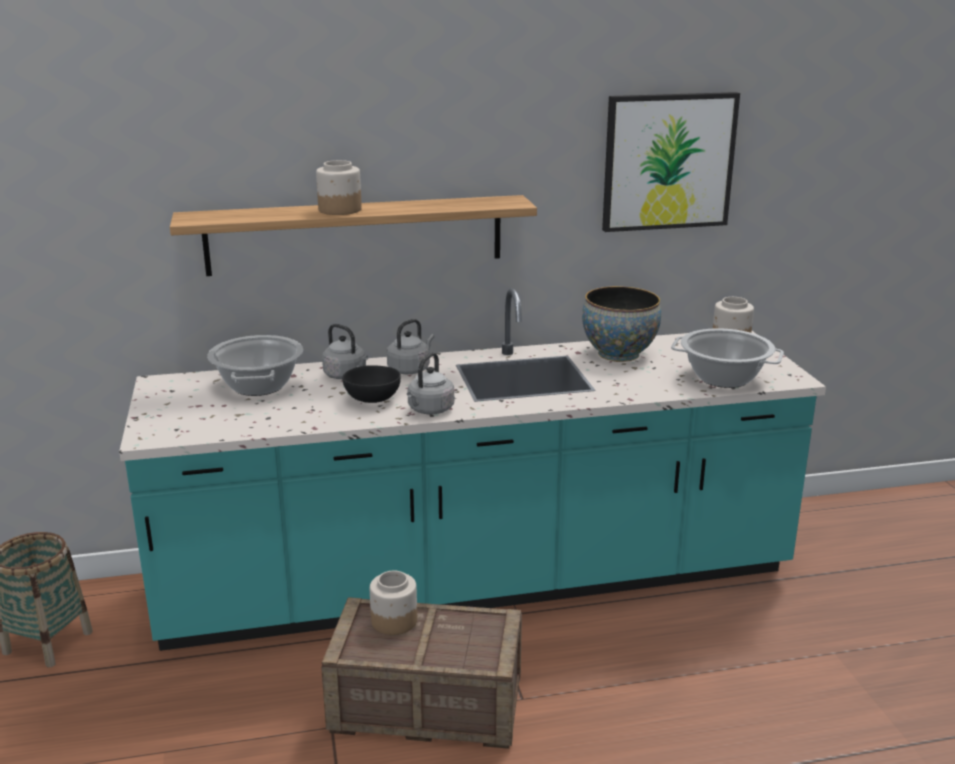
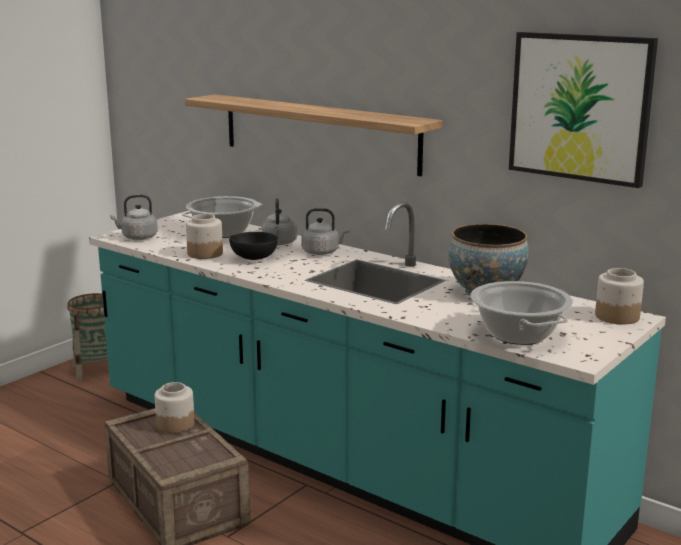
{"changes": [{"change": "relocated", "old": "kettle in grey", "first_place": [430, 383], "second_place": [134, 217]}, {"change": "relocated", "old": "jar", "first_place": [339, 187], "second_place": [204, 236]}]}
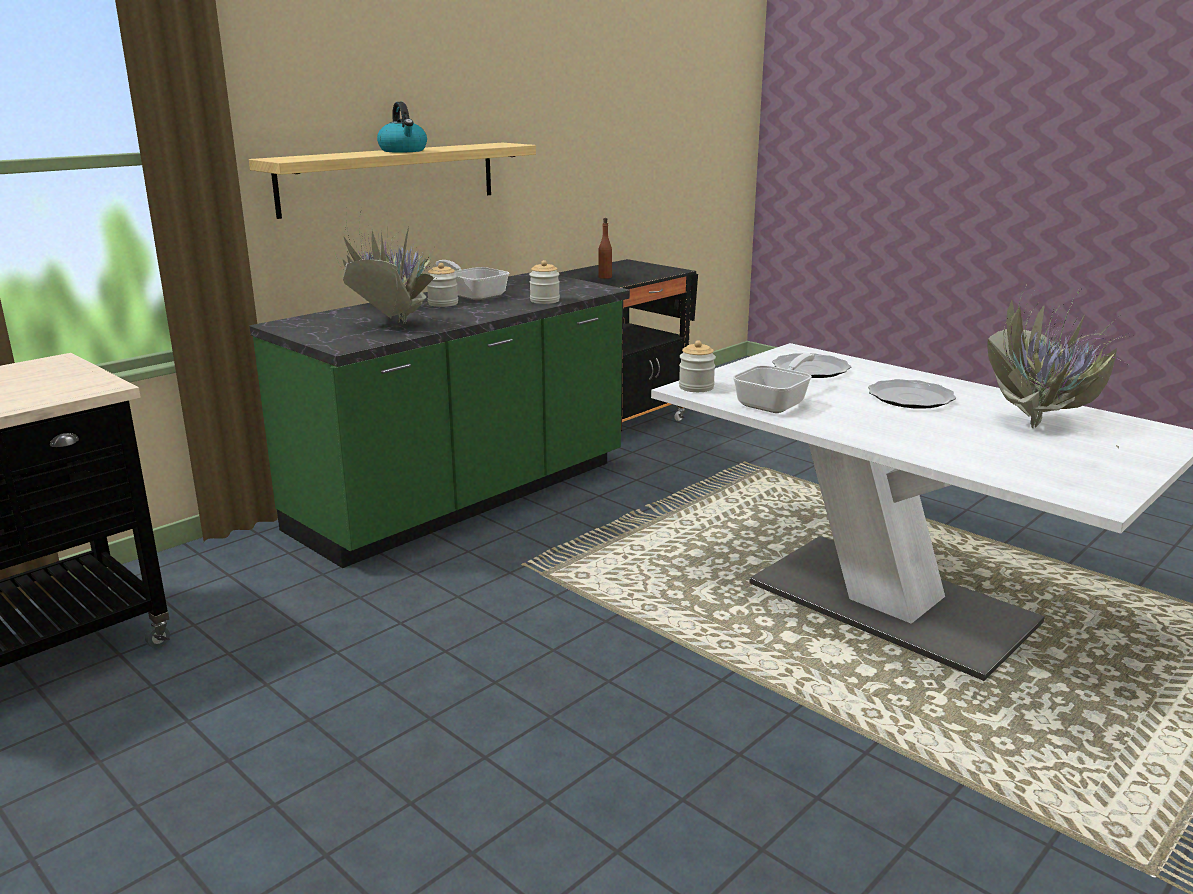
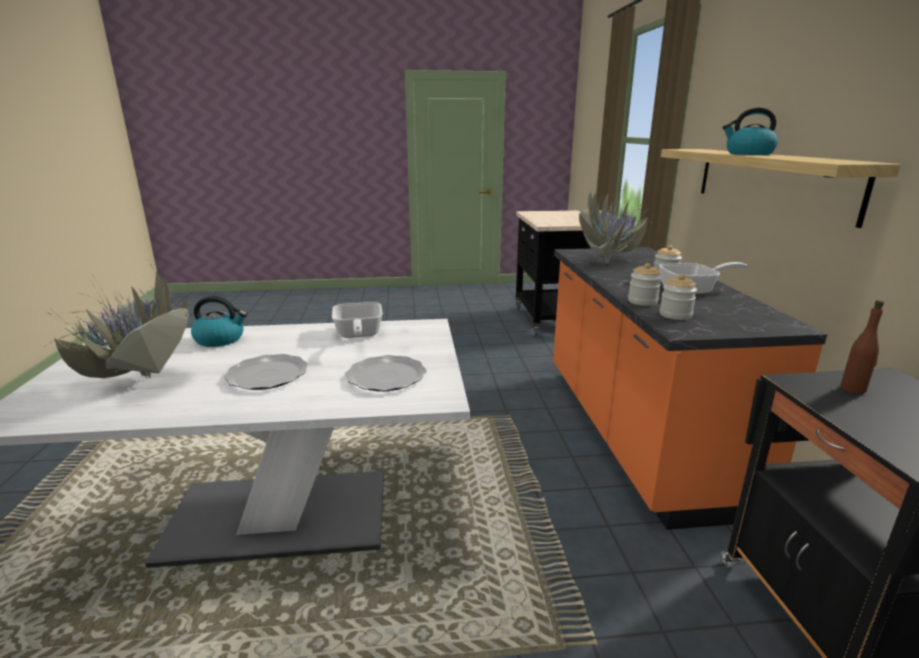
{"changes": [{"change": "appeared", "new": "kettle", "second_place": [219, 321]}, {"change": "colour", "old": "counter in green", "new": "counter in orange", "first_place": [440, 420], "second_place": [690, 388]}, {"change": "relocated", "old": "jar", "first_place": [697, 366], "second_place": [678, 297]}]}
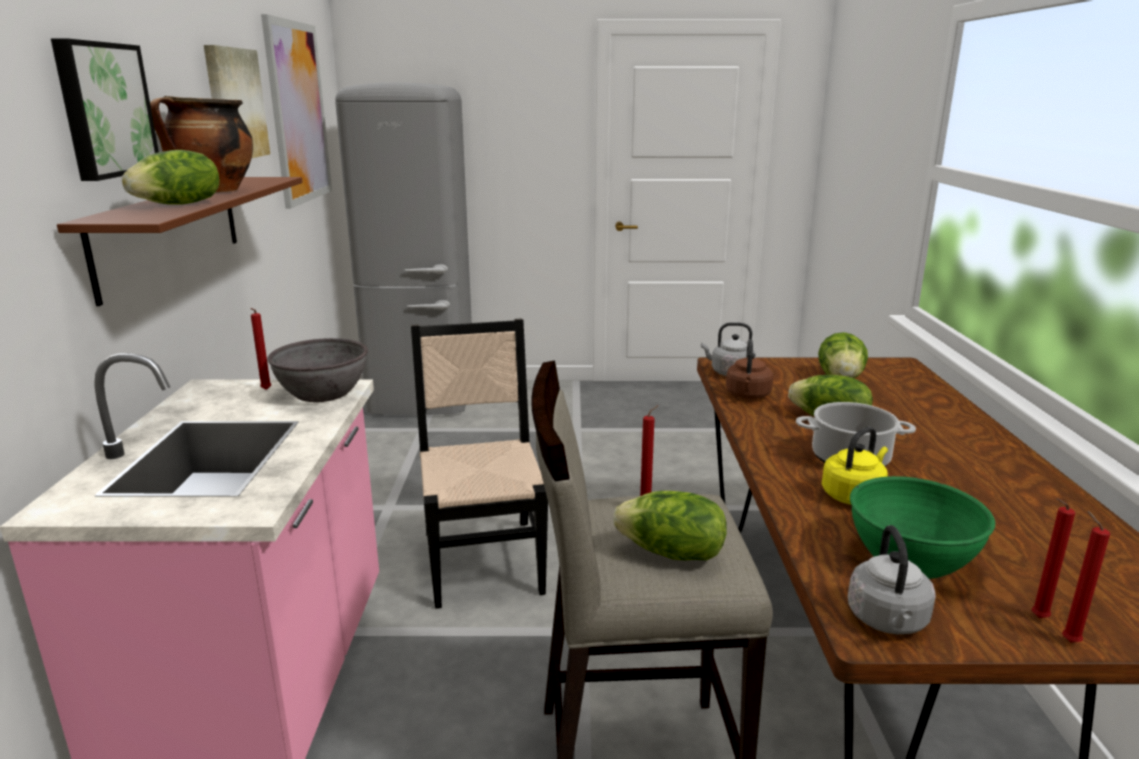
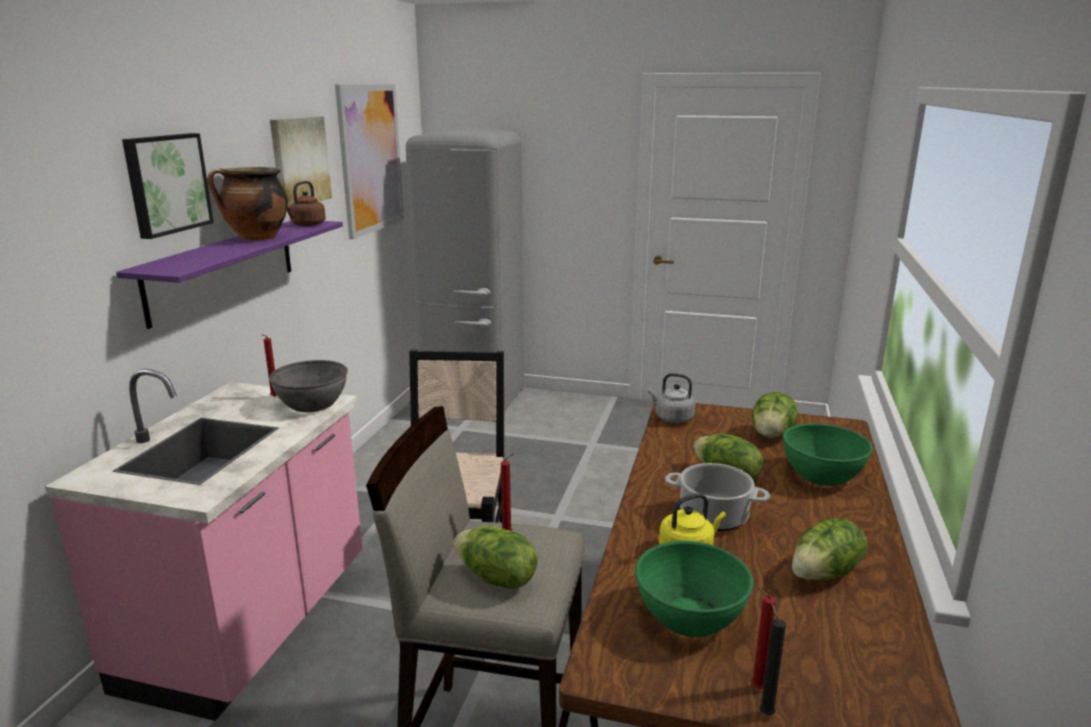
{"changes": [{"change": "colour", "old": "shelf in brown", "new": "shelf in purple", "first_place": [180, 241], "second_place": [229, 275]}, {"change": "relocated", "old": "kettle in brown", "first_place": [750, 369], "second_place": [306, 203]}, {"change": "colour", "old": "candle in red", "new": "candle in black", "first_place": [1086, 577], "second_place": [772, 659]}, {"change": "appeared", "new": "bowl in green", "second_place": [828, 454]}, {"change": "relocated", "old": "lettuce", "first_place": [170, 177], "second_place": [830, 549]}, {"change": "missing", "old": "kettle in grey", "first_place": [892, 579]}]}
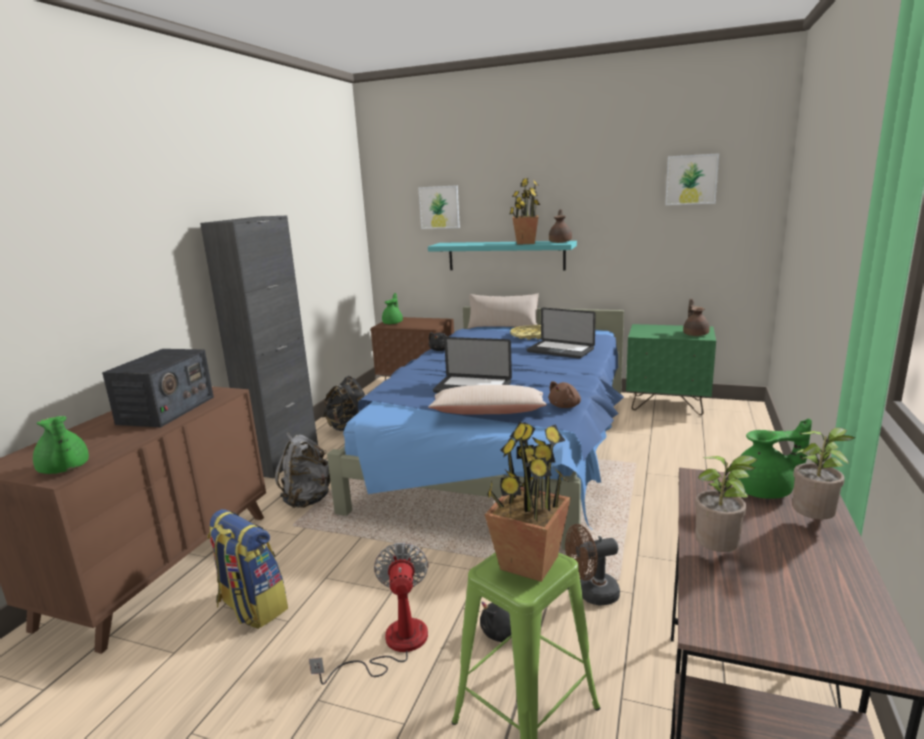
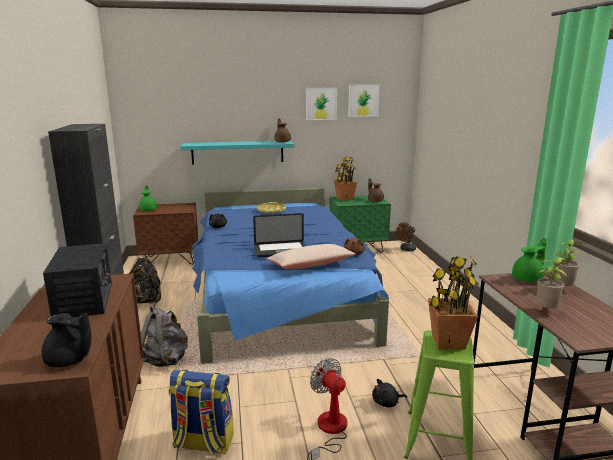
{"changes": [{"change": "colour", "old": "teapot in green", "new": "teapot in black", "first_place": [61, 445], "second_place": [67, 339]}, {"change": "relocated", "old": "picture", "first_place": [439, 207], "second_place": [321, 104]}, {"change": "relocated", "old": "potted plant", "first_place": [525, 211], "second_place": [345, 179]}, {"change": "relocated", "old": "fan in brown", "first_place": [592, 565], "second_place": [406, 236]}, {"change": "missing", "old": "pillow in beige", "first_place": [503, 310]}, {"change": "missing", "old": "laptop", "first_place": [561, 333]}]}
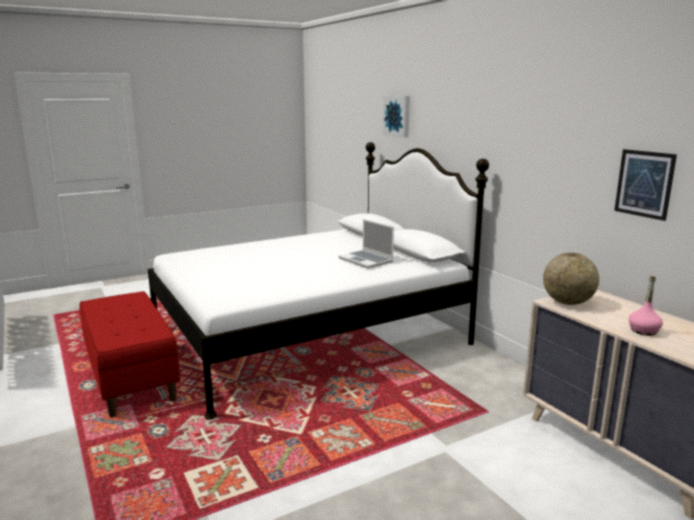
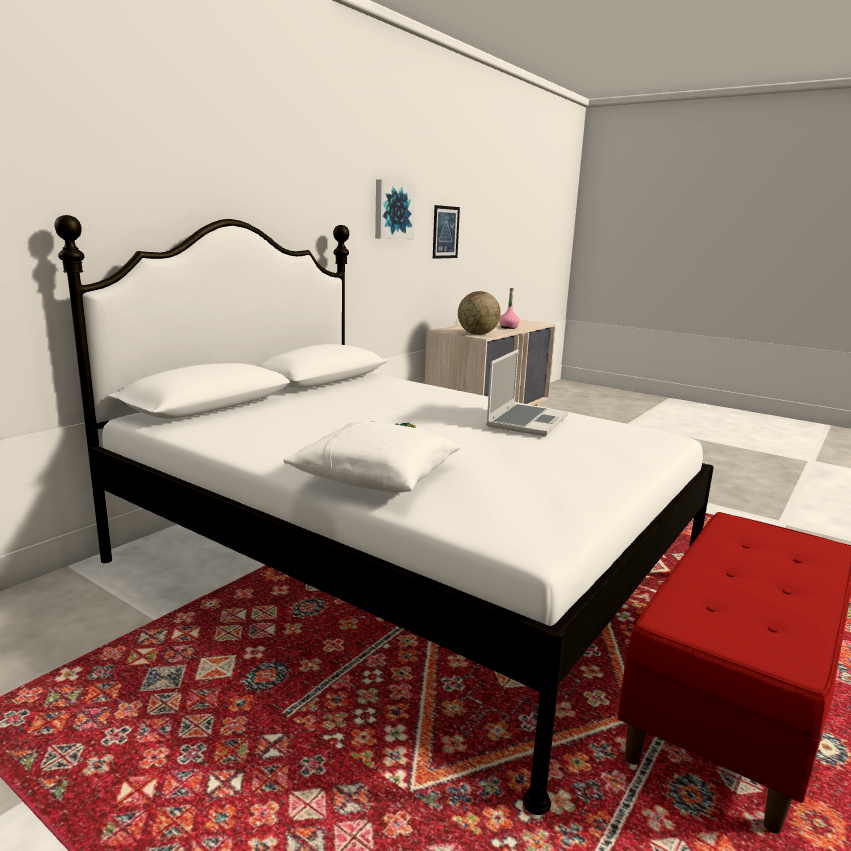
{"changes": [{"change": "appeared", "new": "pillow in white", "second_place": [371, 457]}, {"change": "relocated", "old": "picture", "first_place": [396, 116], "second_place": [395, 209]}, {"change": "relocated", "old": "laptop", "first_place": [366, 243], "second_place": [527, 392]}]}
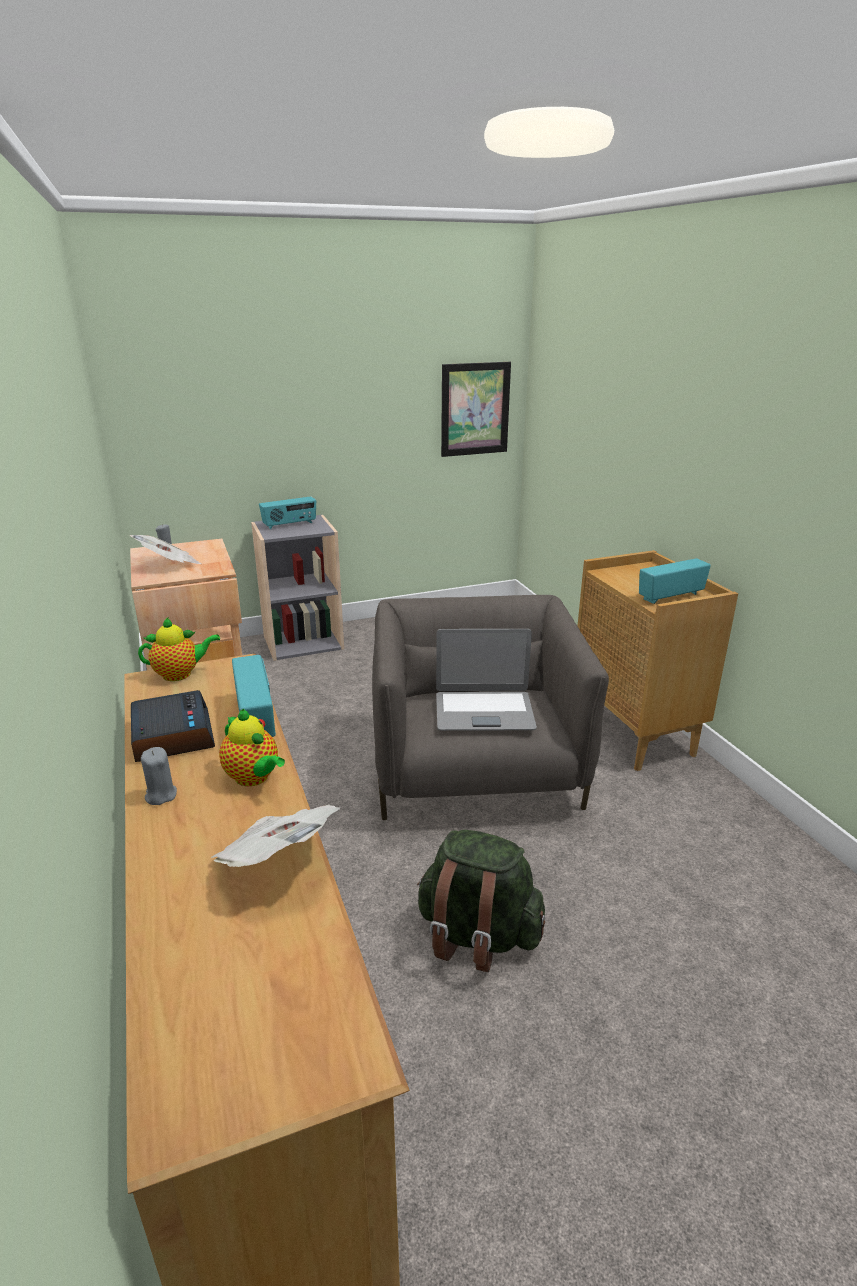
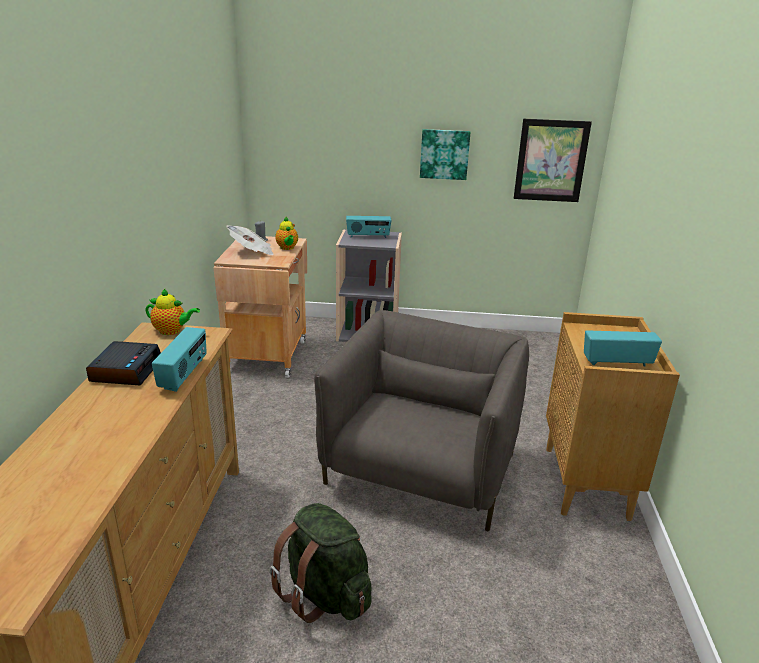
{"changes": [{"change": "relocated", "old": "teapot", "first_place": [252, 747], "second_place": [286, 233]}, {"change": "appeared", "new": "picture", "second_place": [445, 154]}, {"change": "missing", "old": "candle in grey", "first_place": [159, 776]}, {"change": "missing", "old": "newspaper", "first_place": [275, 836]}, {"change": "missing", "old": "laptop", "first_place": [486, 680]}]}
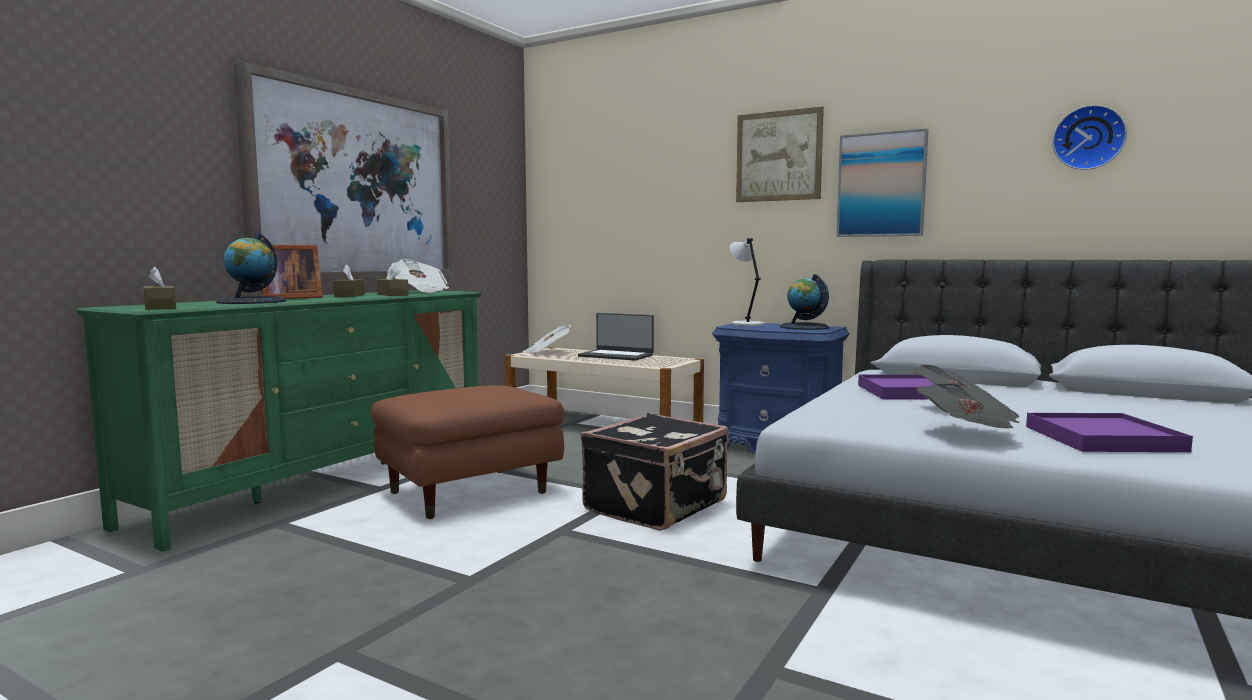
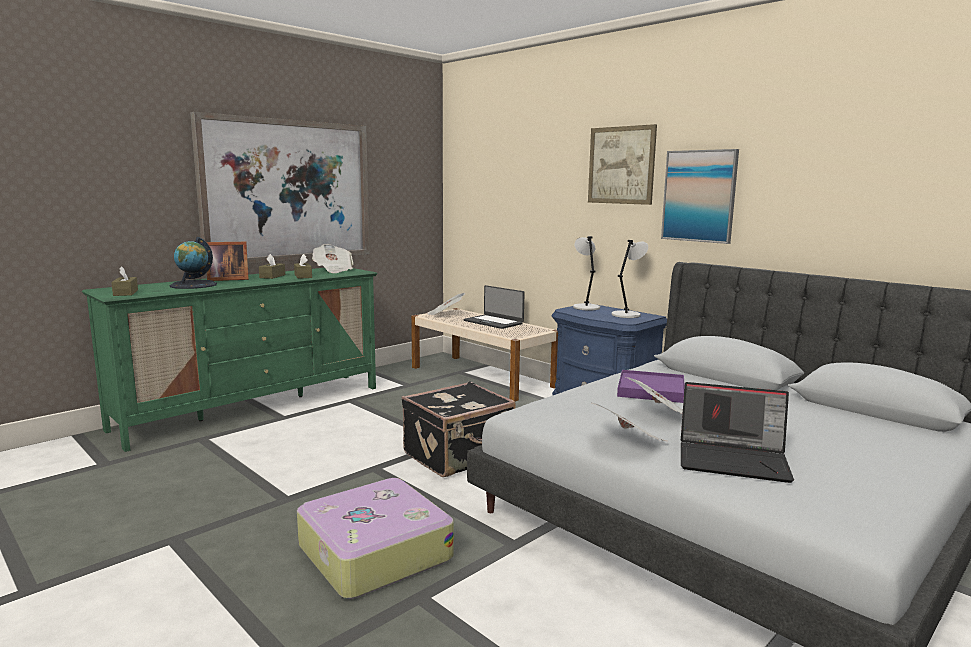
{"changes": [{"change": "appeared", "new": "suitcase", "second_place": [375, 538]}, {"change": "exchanged", "old": "globe", "new": "table lamp in grey", "first_place": [804, 302], "second_place": [630, 279]}, {"change": "exchanged", "old": "tray in purple", "new": "laptop", "first_place": [1109, 432], "second_place": [737, 432]}, {"change": "missing", "old": "ottoman in brown", "first_place": [467, 452]}, {"change": "missing", "old": "wall clock", "first_place": [1089, 137]}]}
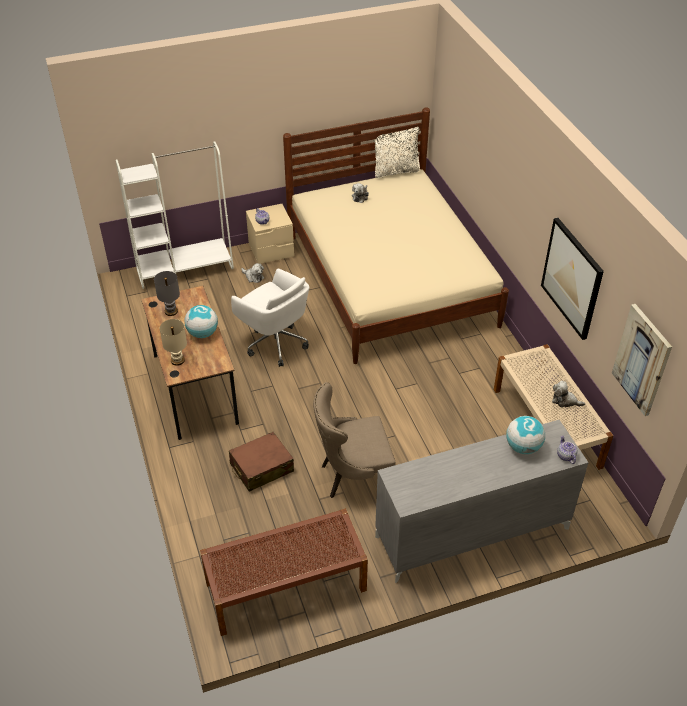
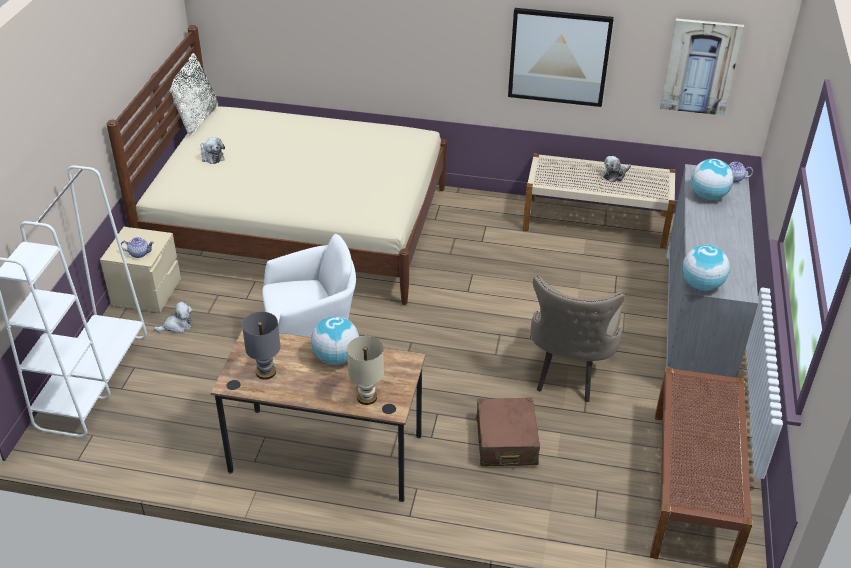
{"changes": [{"change": "appeared", "new": "globe", "second_place": [706, 268]}]}
